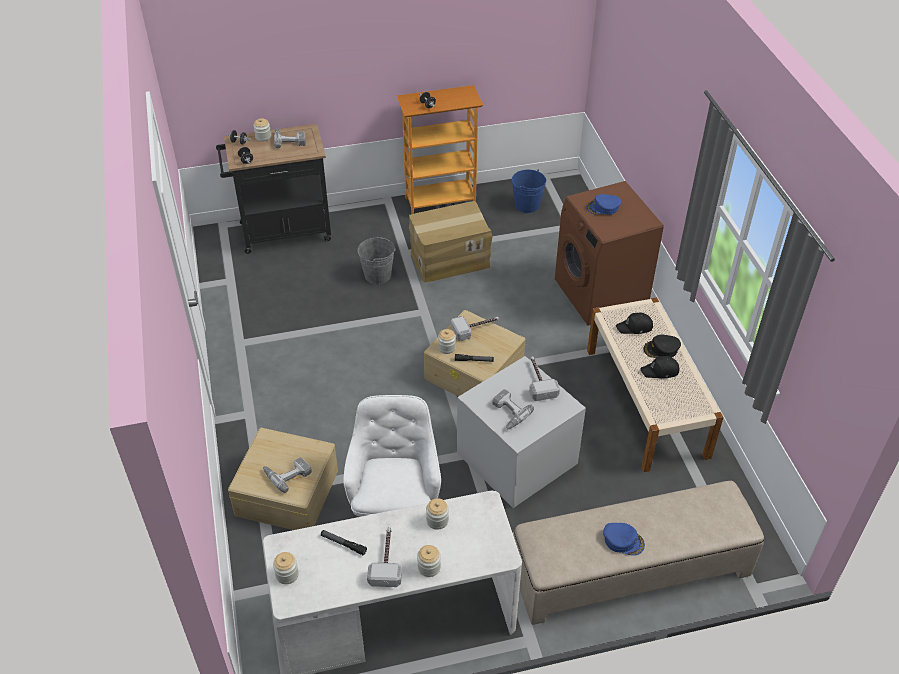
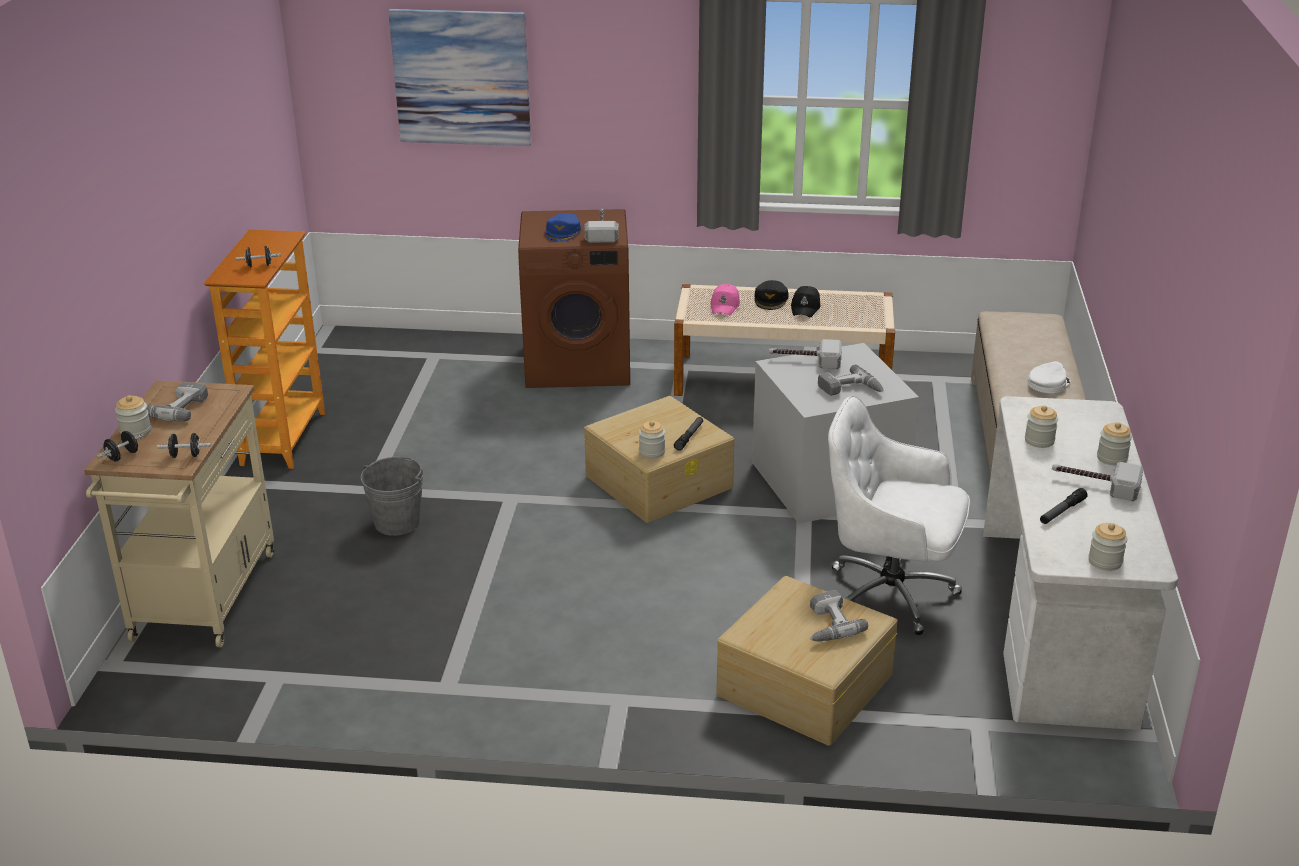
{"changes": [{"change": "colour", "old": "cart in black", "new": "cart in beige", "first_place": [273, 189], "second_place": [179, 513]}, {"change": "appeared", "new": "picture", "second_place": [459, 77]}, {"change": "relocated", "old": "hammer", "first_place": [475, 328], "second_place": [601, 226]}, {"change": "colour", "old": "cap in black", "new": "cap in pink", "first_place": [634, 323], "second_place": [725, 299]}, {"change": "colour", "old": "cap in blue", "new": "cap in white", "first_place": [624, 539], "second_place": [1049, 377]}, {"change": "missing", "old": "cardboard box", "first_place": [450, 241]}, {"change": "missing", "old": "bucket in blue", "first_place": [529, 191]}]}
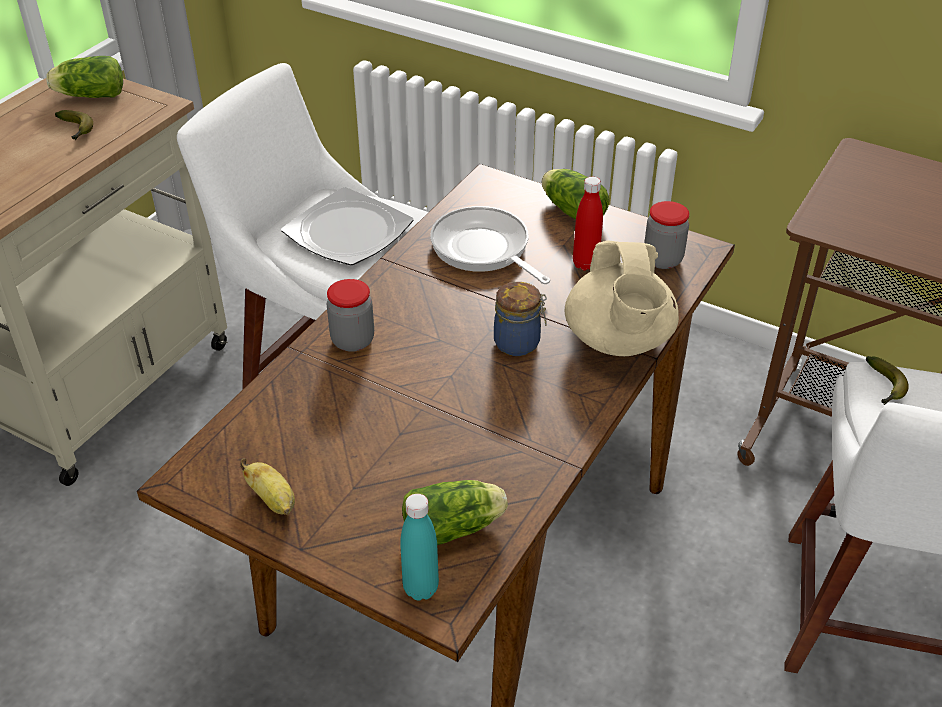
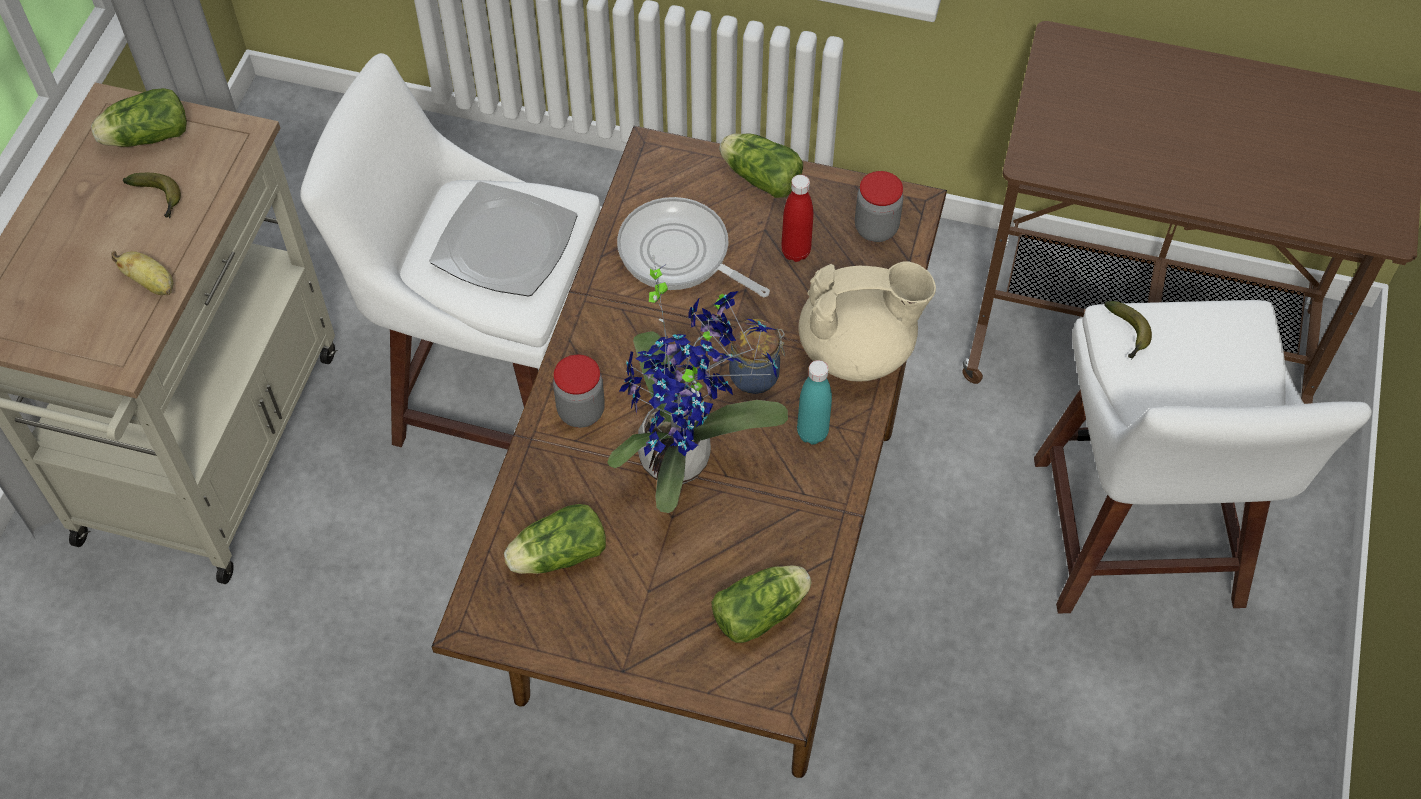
{"changes": [{"change": "relocated", "old": "banana", "first_place": [267, 486], "second_place": [142, 273]}, {"change": "appeared", "new": "lettuce", "second_place": [555, 539]}, {"change": "appeared", "new": "potted plant", "second_place": [697, 383]}, {"change": "relocated", "old": "bottle in turquoise", "first_place": [419, 547], "second_place": [814, 402]}, {"change": "spun", "old": "teapot in beige", "first_place": [621, 298], "second_place": [867, 321], "degrees": -75}]}
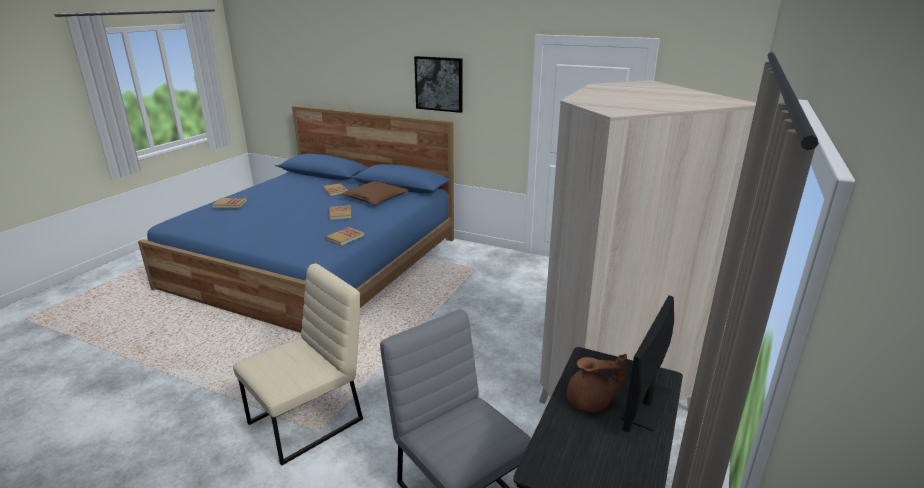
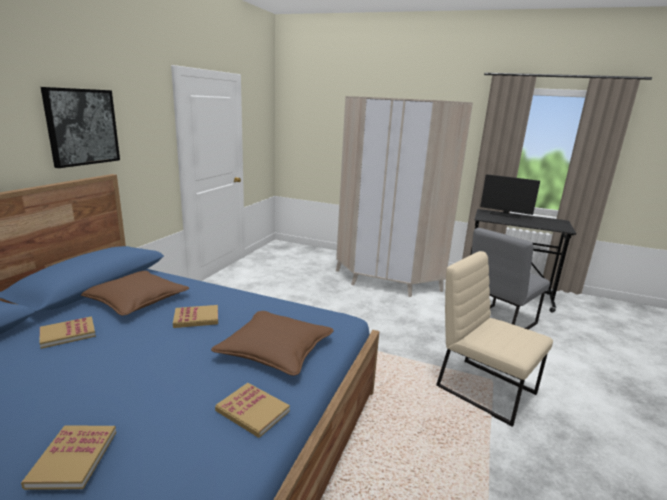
{"changes": [{"change": "appeared", "new": "pillow in brown", "second_place": [272, 343]}, {"change": "relocated", "old": "book", "first_place": [344, 236], "second_place": [252, 410]}, {"change": "missing", "old": "teapot in brown", "first_place": [597, 383]}]}
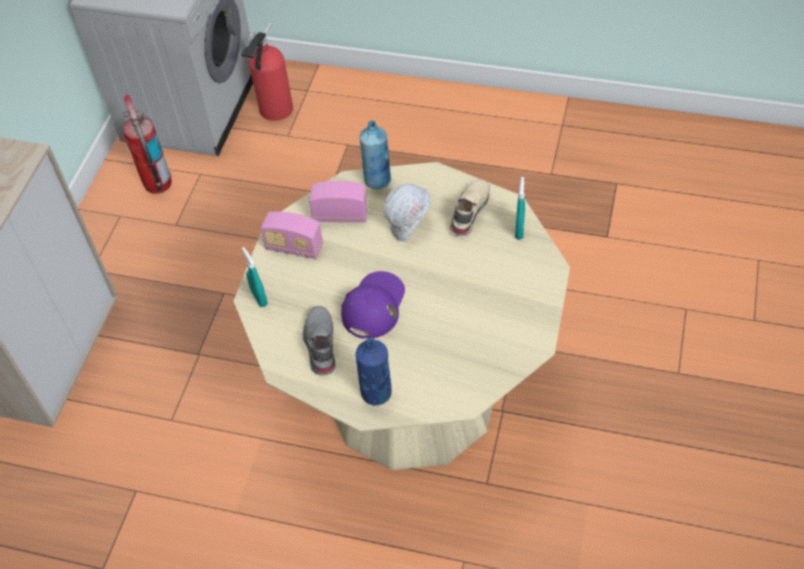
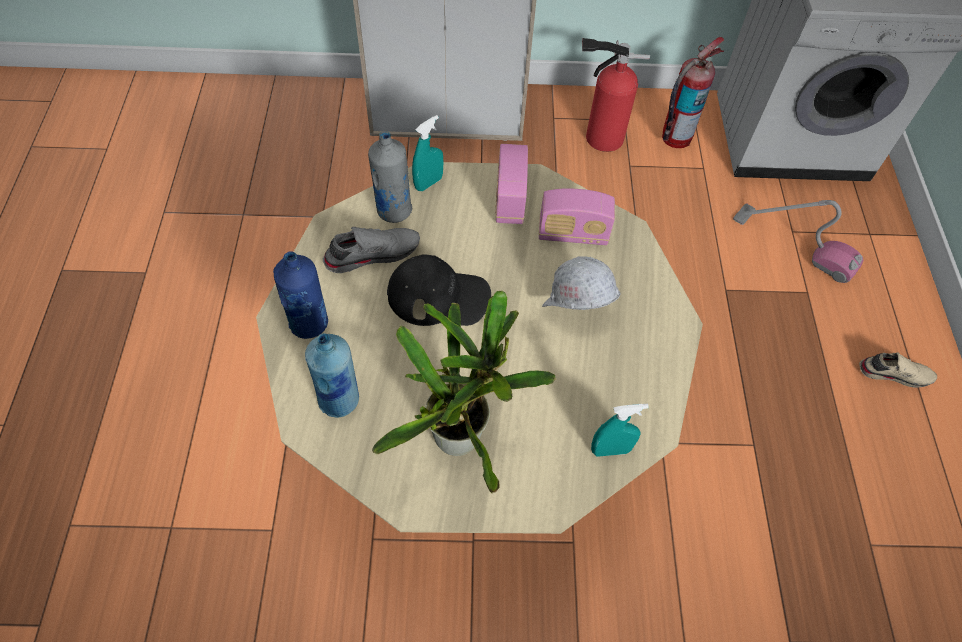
{"changes": [{"change": "relocated", "old": "bottle in blue", "first_place": [375, 154], "second_place": [332, 375]}, {"change": "appeared", "new": "bottle in grey", "second_place": [390, 177]}, {"change": "appeared", "new": "potted plant", "second_place": [464, 392]}, {"change": "colour", "old": "cap in purple", "new": "cap in black", "first_place": [373, 305], "second_place": [439, 290]}, {"change": "spun", "old": "radio", "first_place": [338, 201], "second_place": [577, 216], "degrees": 105}, {"change": "relocated", "old": "fire extinguisher", "first_place": [267, 72], "second_place": [616, 95]}, {"change": "appeared", "new": "vacuum cleaner", "second_place": [798, 241]}, {"change": "relocated", "old": "shoe in beige", "first_place": [470, 207], "second_place": [898, 370]}]}
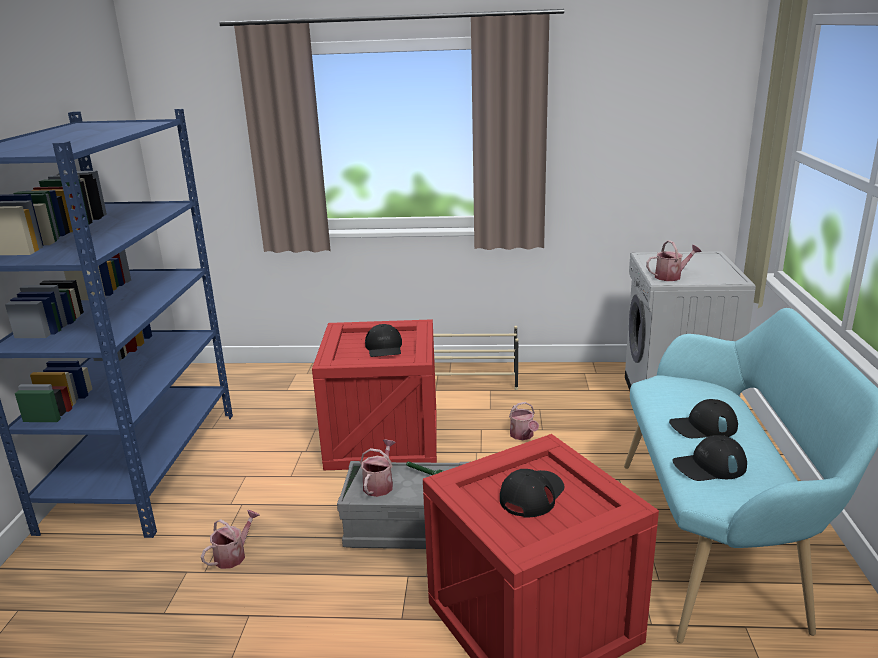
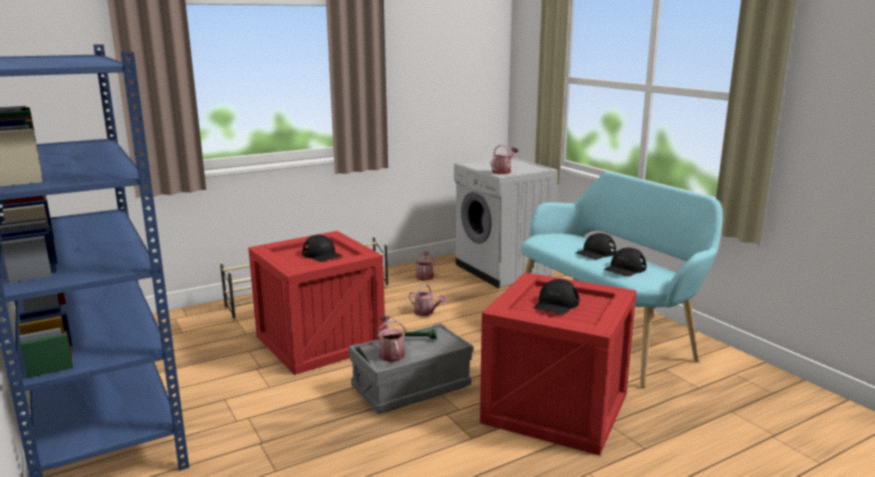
{"changes": [{"change": "relocated", "old": "watering can", "first_place": [230, 539], "second_place": [424, 266]}, {"change": "spun", "old": "cap in black", "first_place": [532, 493], "second_place": [556, 297], "degrees": -150}]}
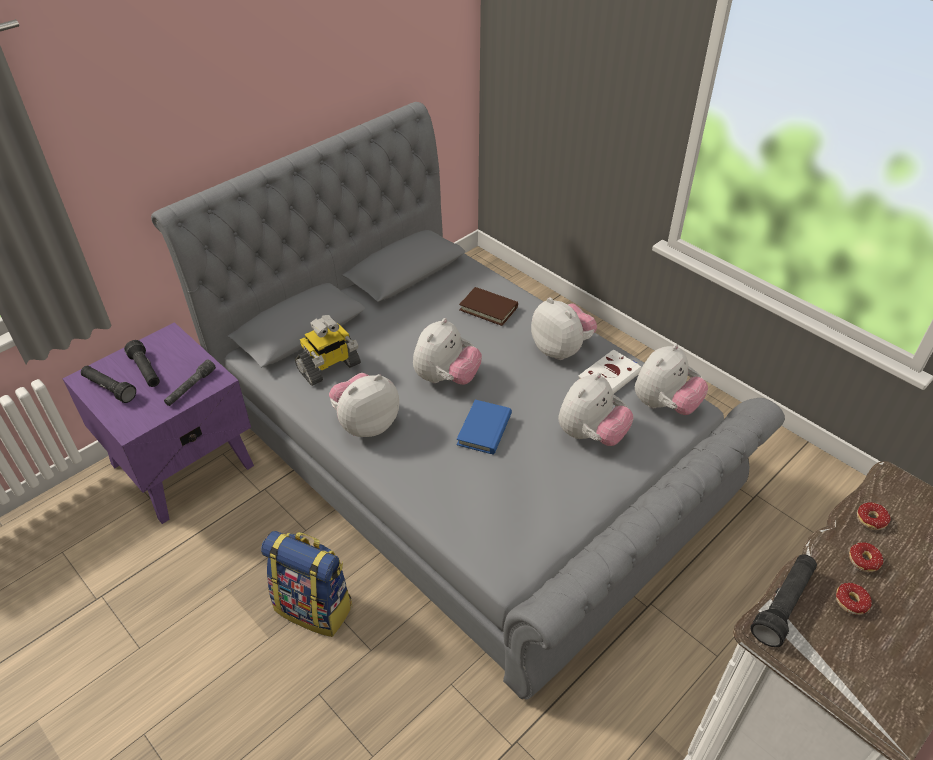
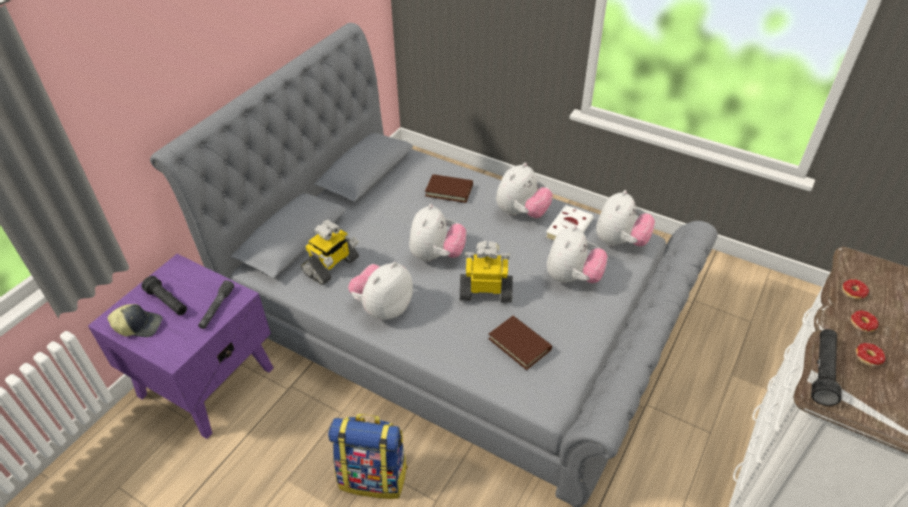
{"changes": [{"change": "exchanged", "old": "flashlight in black", "new": "cap", "first_place": [108, 384], "second_place": [135, 320]}, {"change": "exchanged", "old": "book in blue", "new": "toy robot", "first_place": [484, 427], "second_place": [486, 272]}, {"change": "appeared", "new": "book in brown", "second_place": [520, 343]}, {"change": "spun", "old": "plush toy", "first_place": [564, 328], "second_place": [524, 190], "degrees": 90}]}
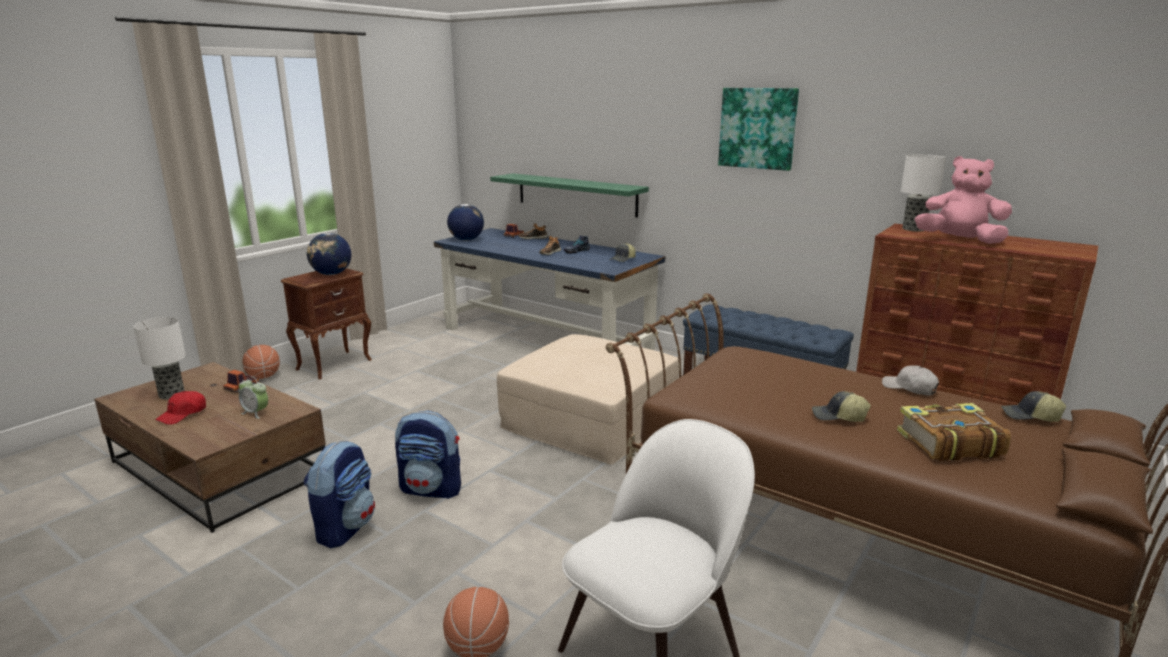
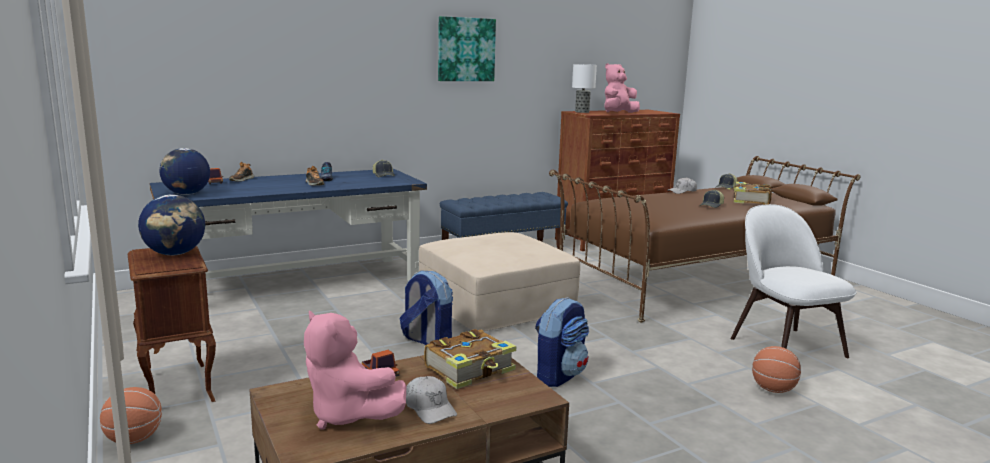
{"changes": [{"change": "exchanged", "old": "table lamp", "new": "plush toy in pink", "first_place": [159, 358], "second_place": [355, 370]}, {"change": "relocated", "old": "backpack", "first_place": [339, 494], "second_place": [426, 307]}, {"change": "colour", "old": "cap in red", "new": "cap in white", "first_place": [180, 408], "second_place": [431, 400]}, {"change": "exchanged", "old": "alarm clock", "new": "book", "first_place": [253, 397], "second_place": [470, 359]}, {"change": "missing", "old": "shelf in green", "first_place": [569, 195]}]}
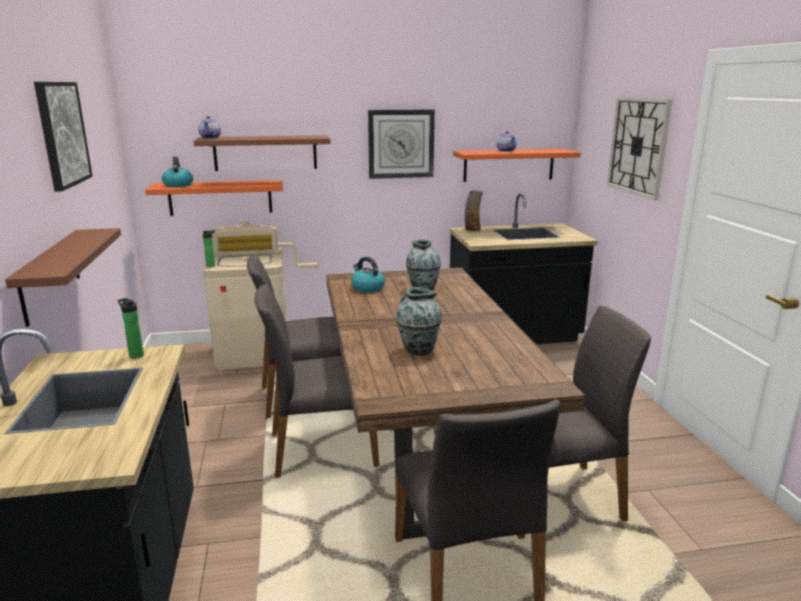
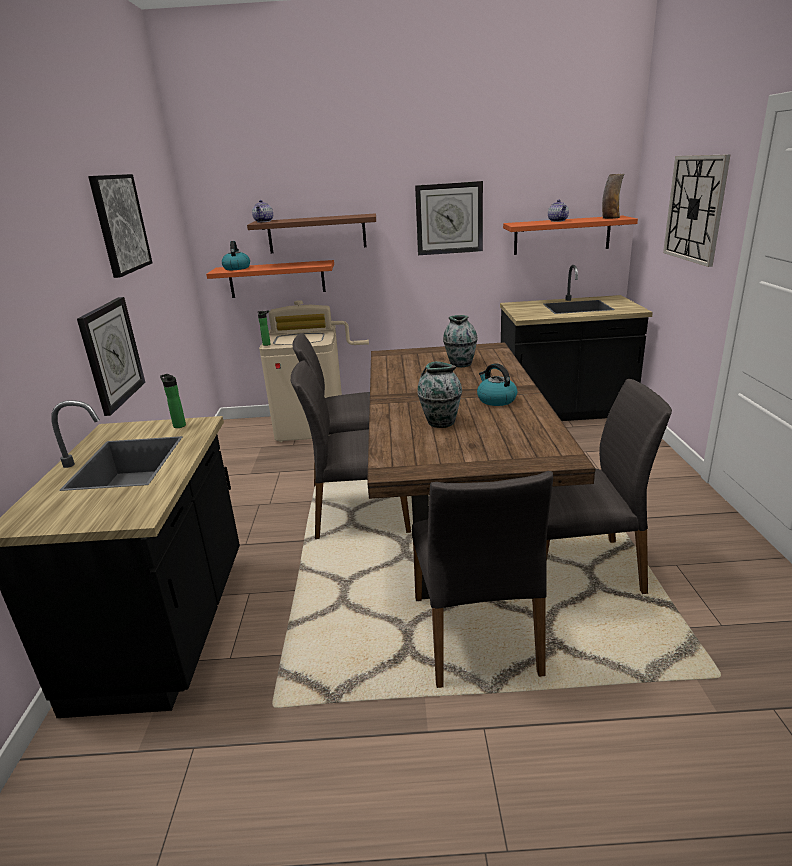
{"changes": [{"change": "exchanged", "old": "shelf in brown", "new": "wall clock", "first_place": [63, 277], "second_place": [111, 356]}, {"change": "relocated", "old": "kettle", "first_place": [368, 274], "second_place": [497, 384]}, {"change": "relocated", "old": "vase", "first_place": [474, 211], "second_place": [613, 196]}]}
